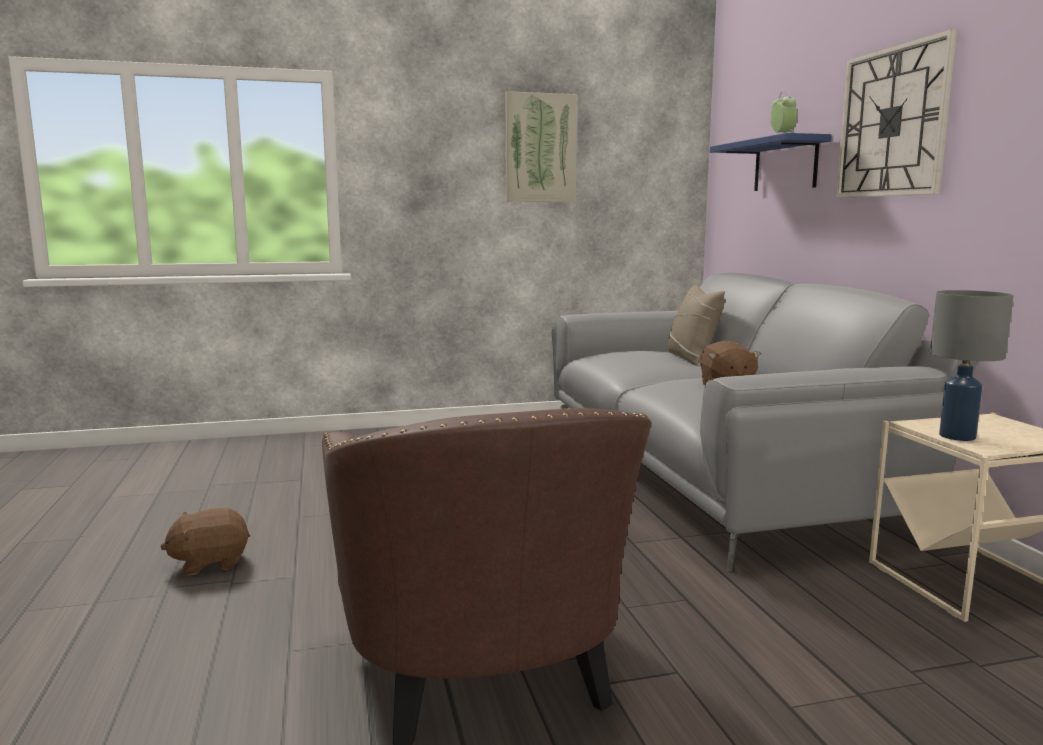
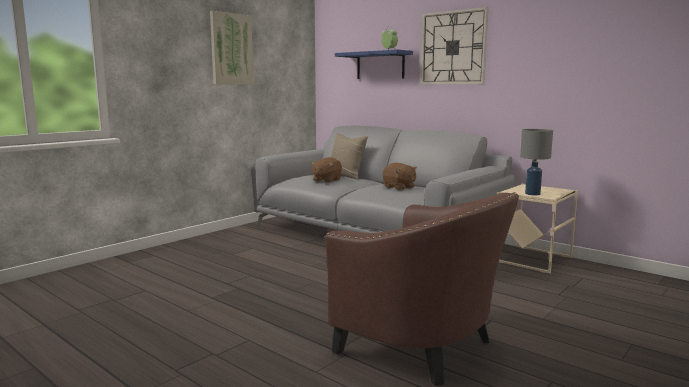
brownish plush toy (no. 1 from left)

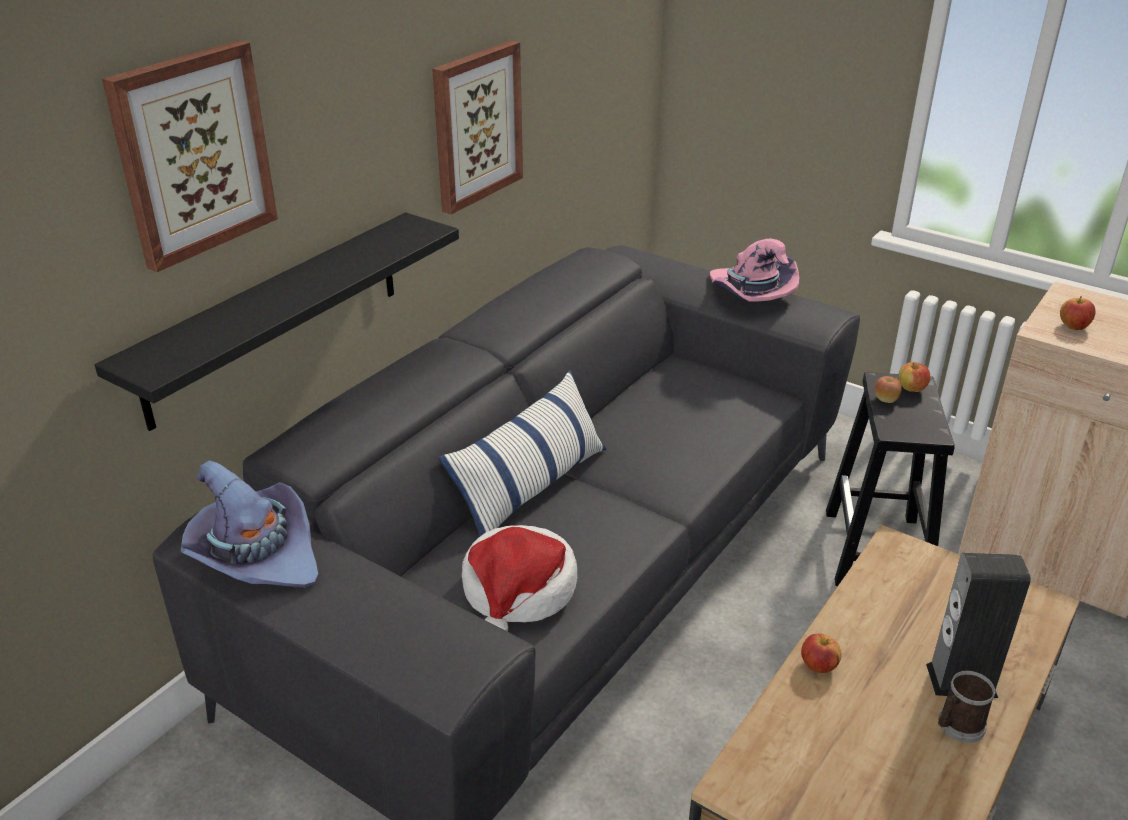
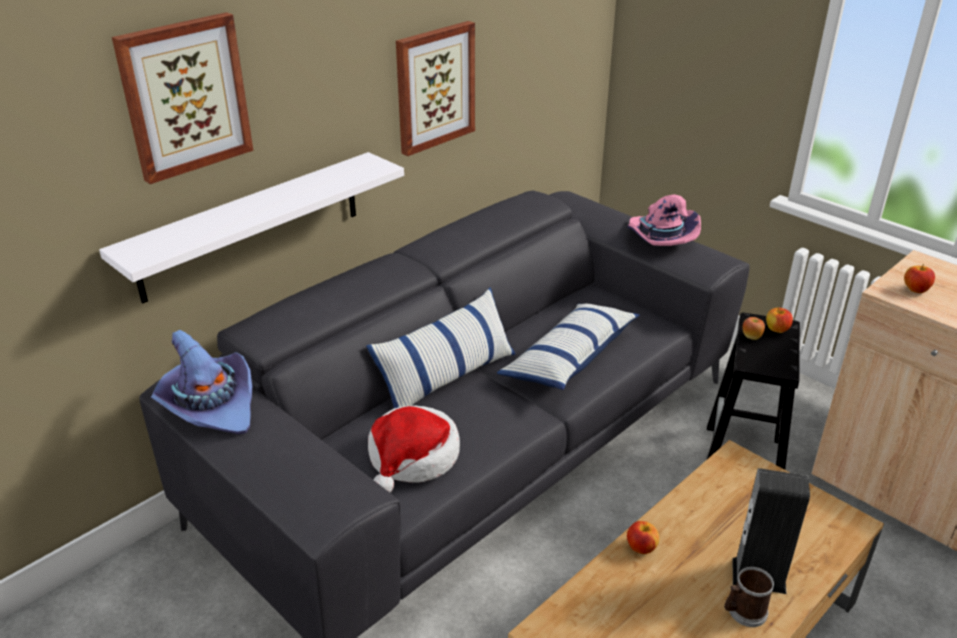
white bracket shelf; cushion (no. 2 from left)

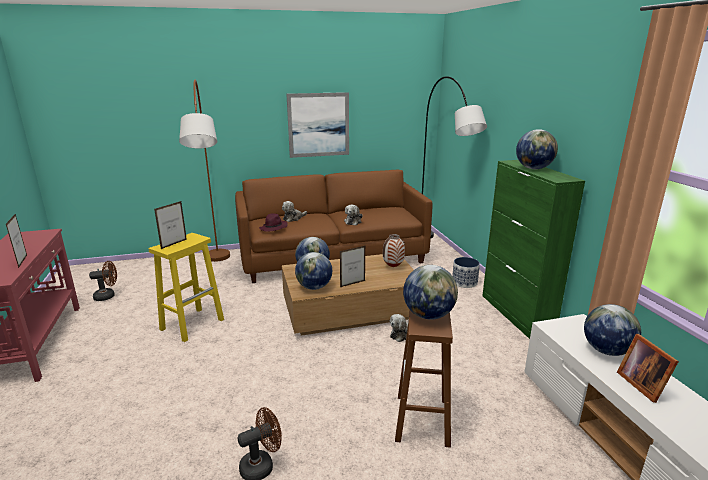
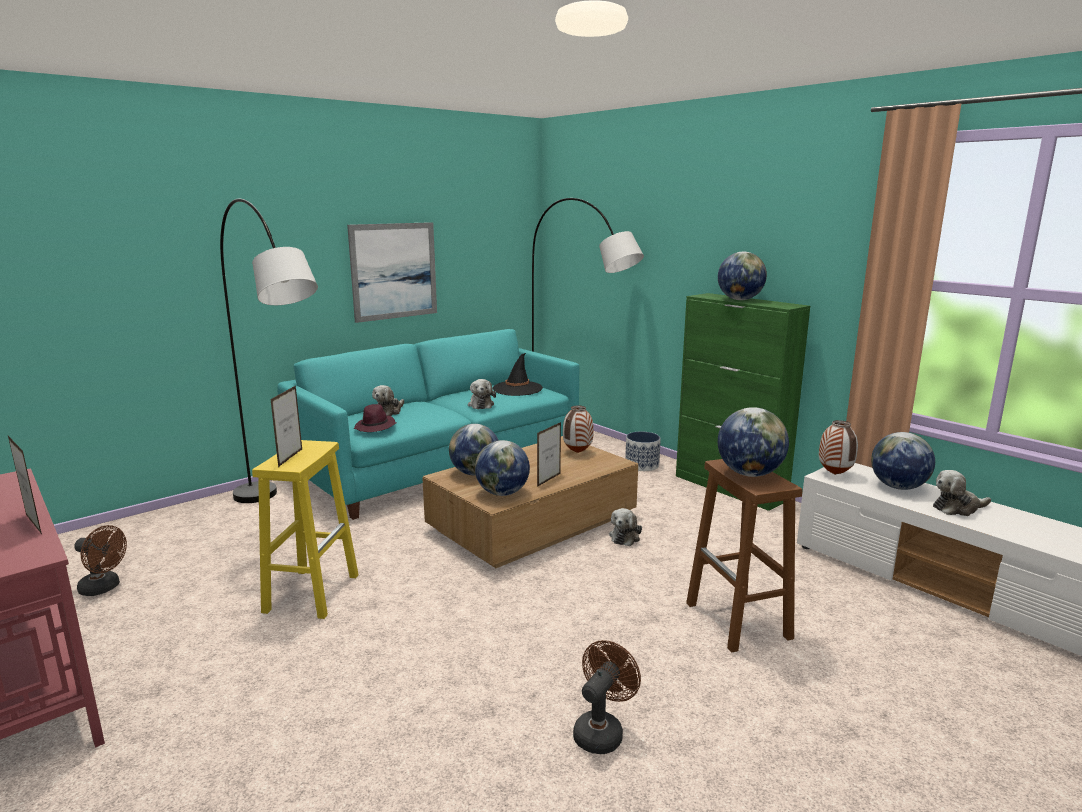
brownish fan (no. 1 from left); greyish floor lamp (no. 1 from left); turquoise-coloured sofa; plush toy (no. 4 from left); black-coloured clothing hat; decorative vase (no. 2 from left)

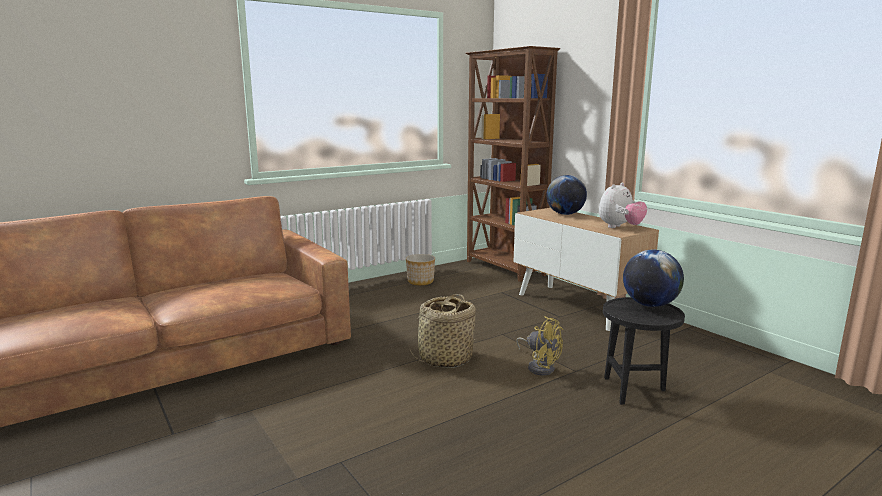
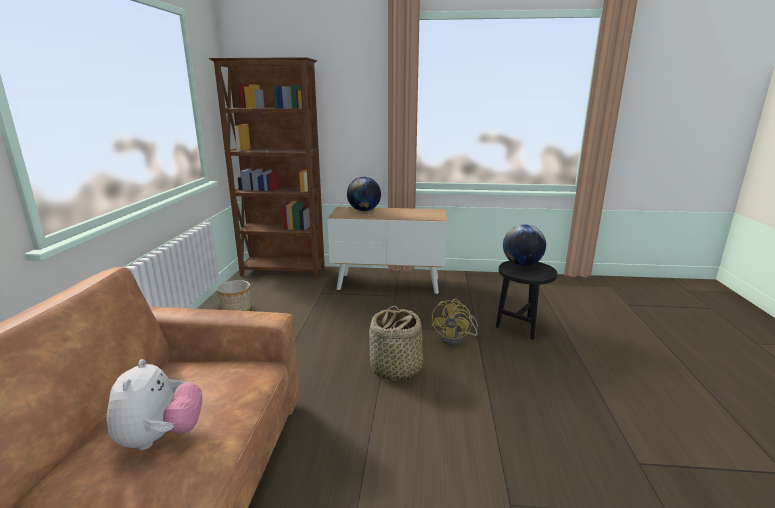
yellowish fan; plush toy

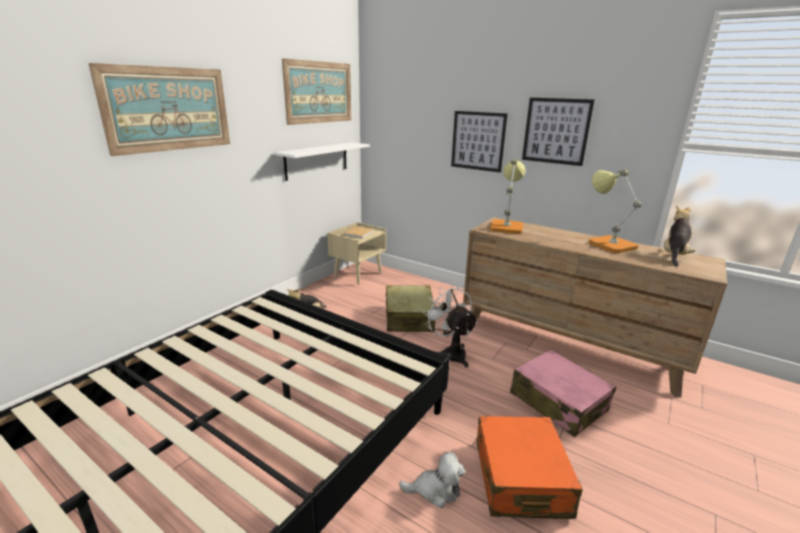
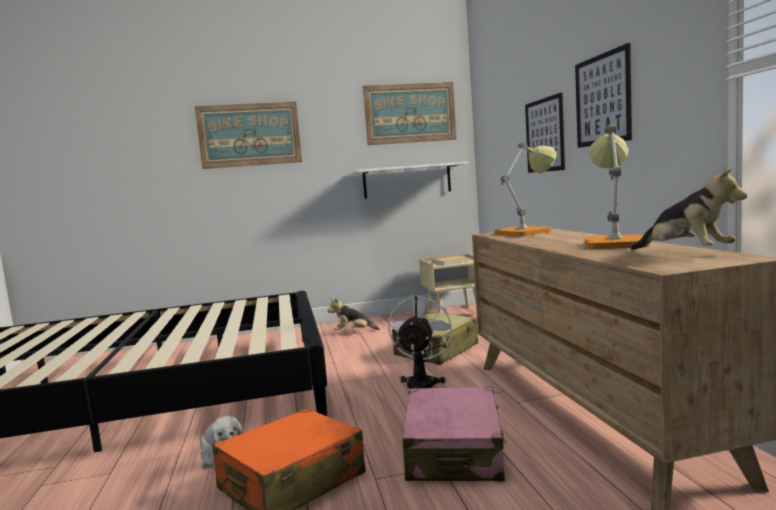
plush toy (no. 3 from left)

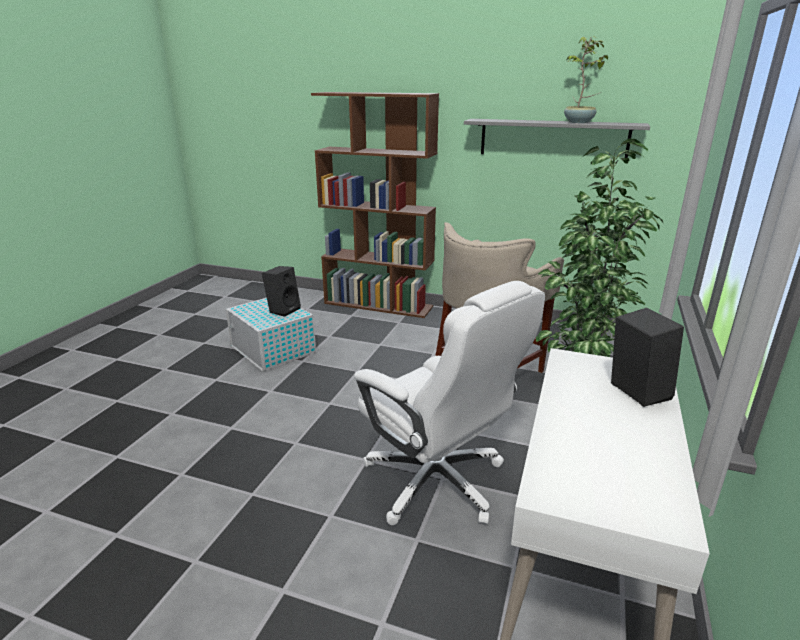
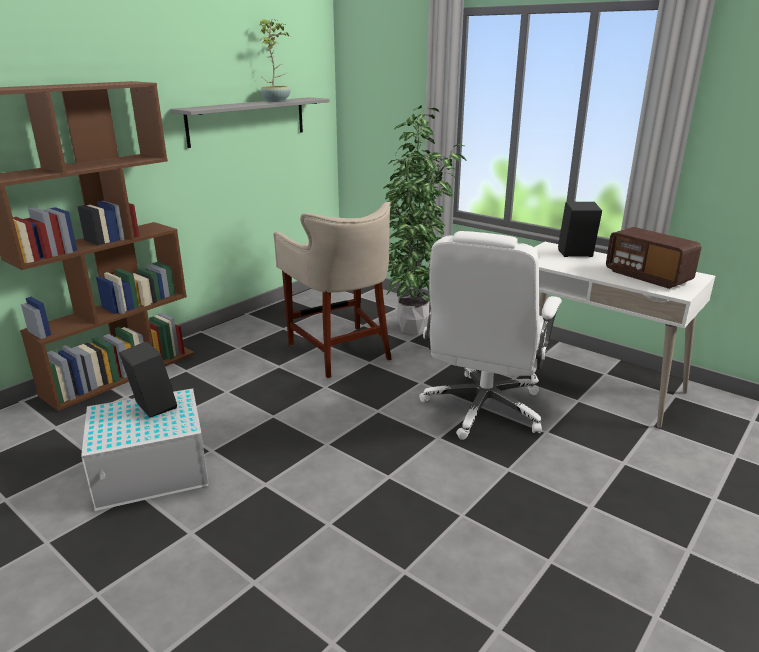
white computer chair; radio set

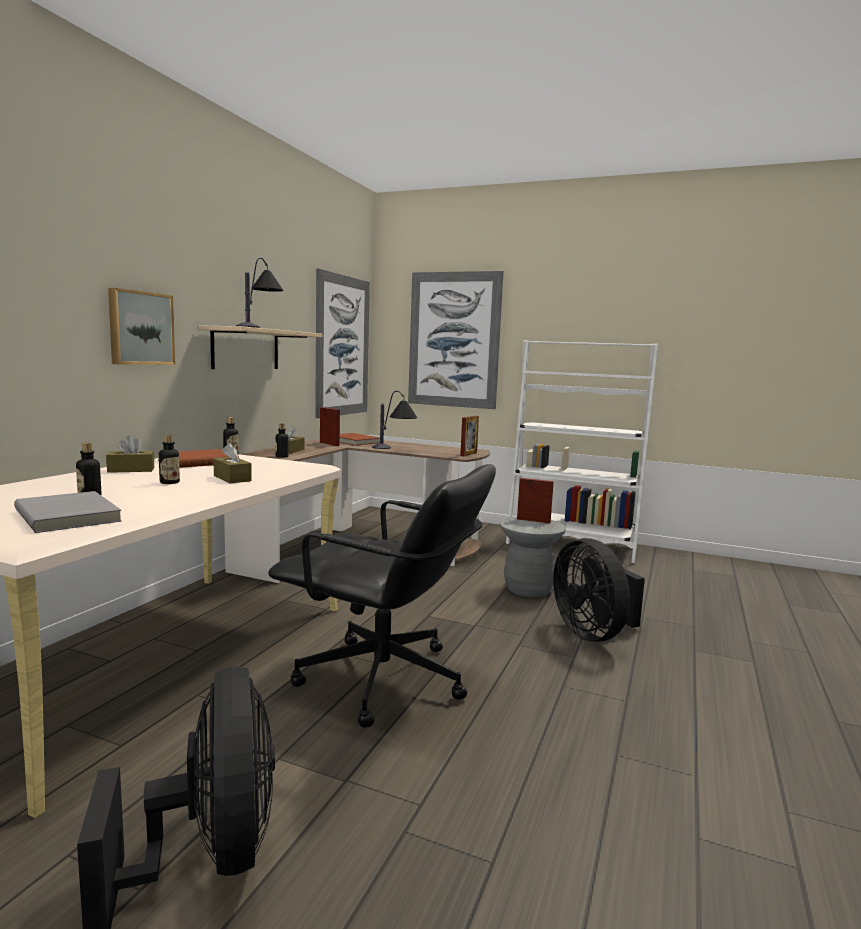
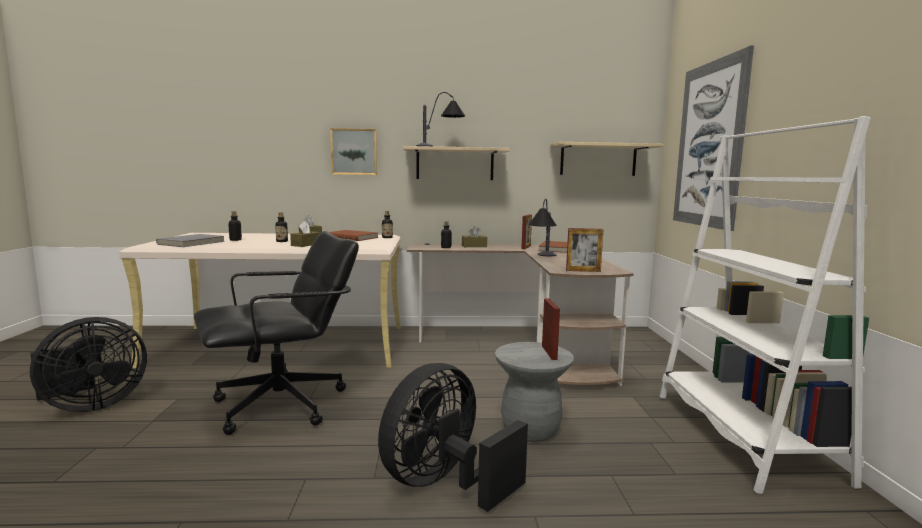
black-coloured computer chair; beige-coloured bracket shelf (no. 2 from left)

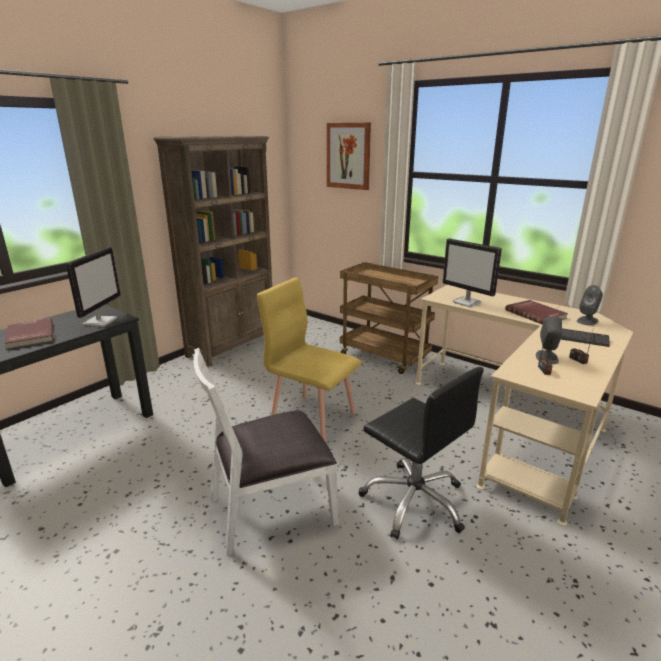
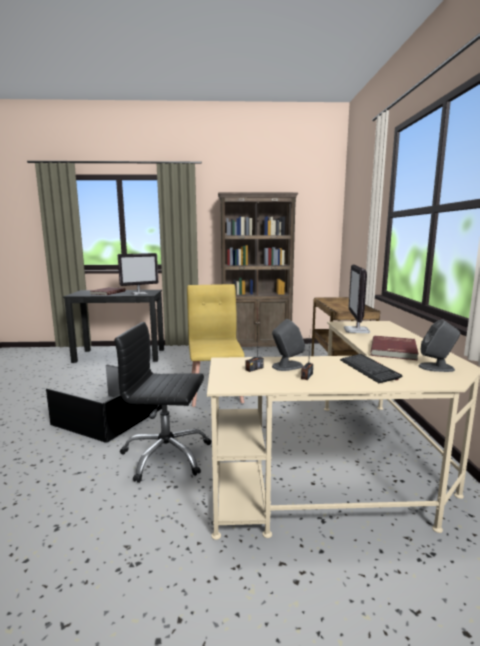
black-coloured storage container; picture; black-coloured computer chair

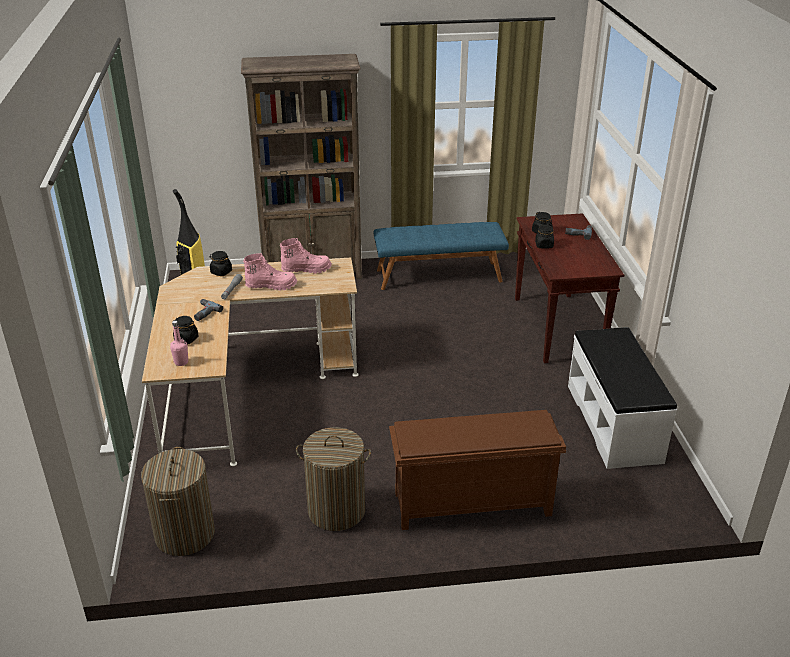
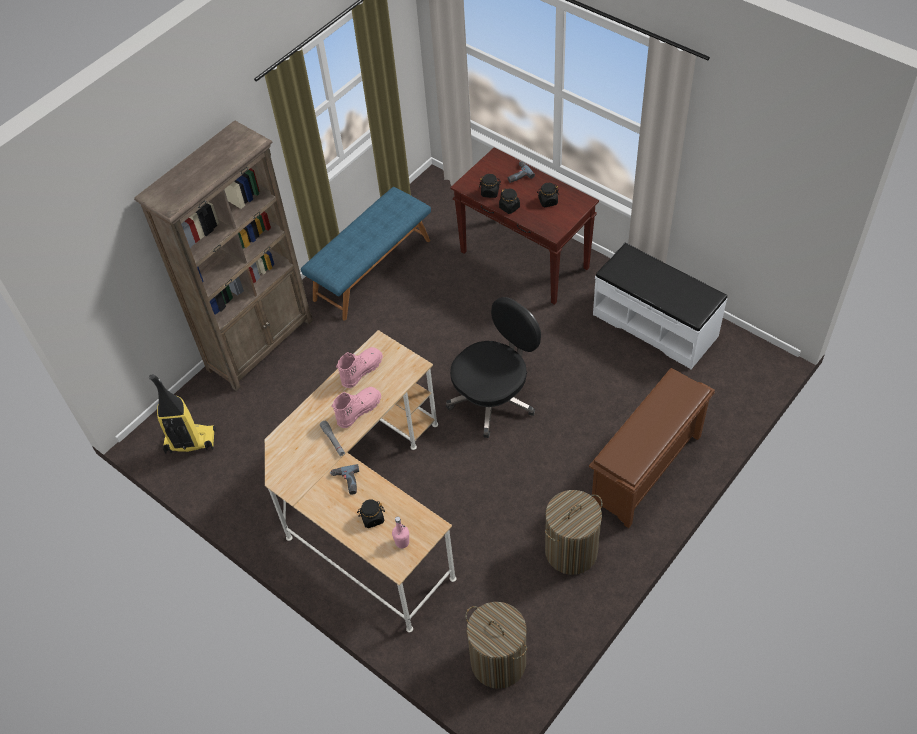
black-coloured jar (no. 4 from left); black-coloured computer chair

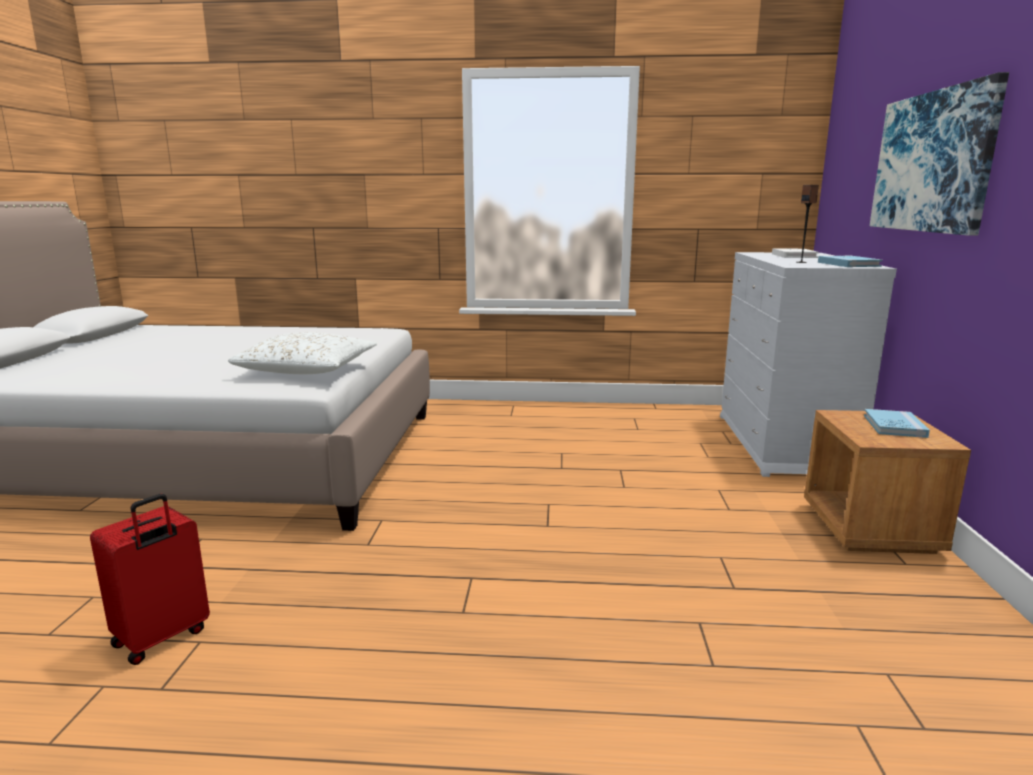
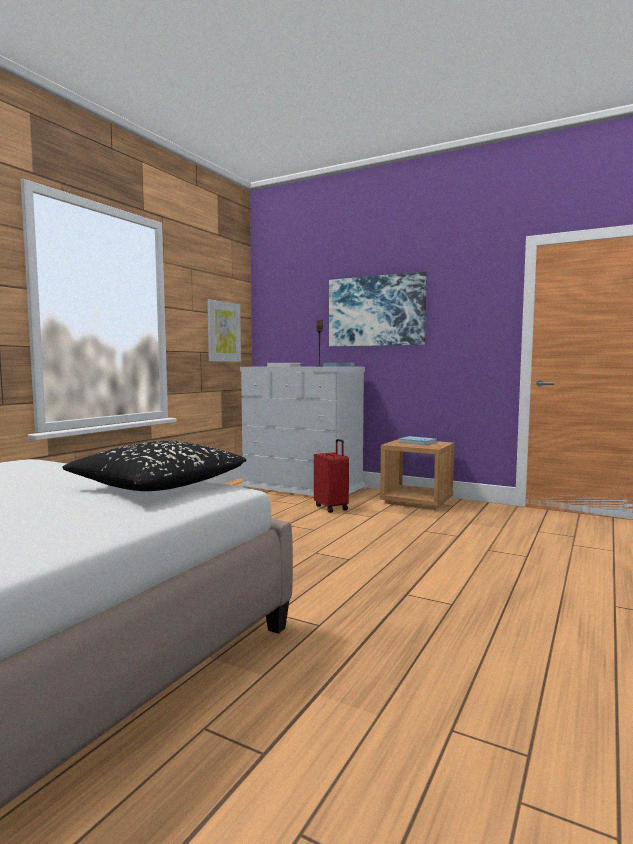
red-coloured travel case; black-coloured cushion; picture (no. 1 from left)

